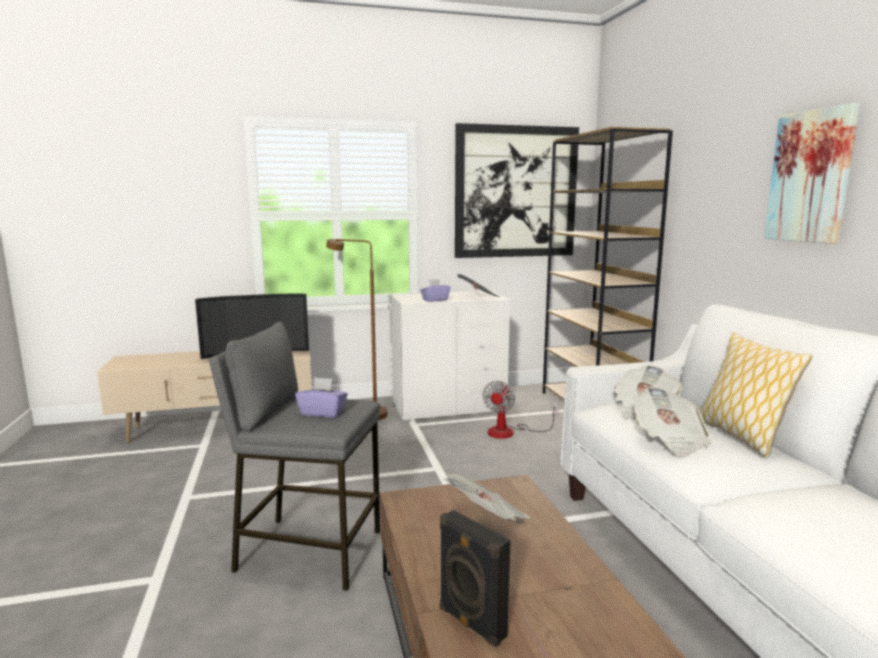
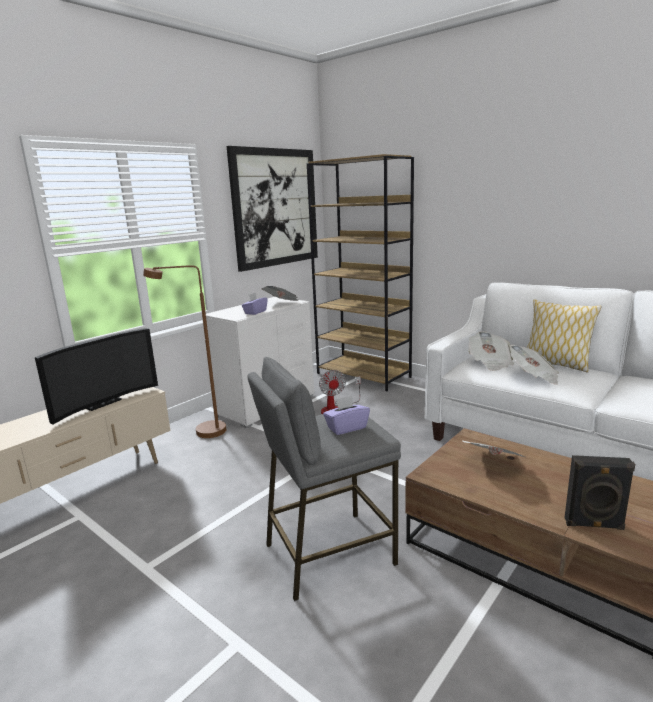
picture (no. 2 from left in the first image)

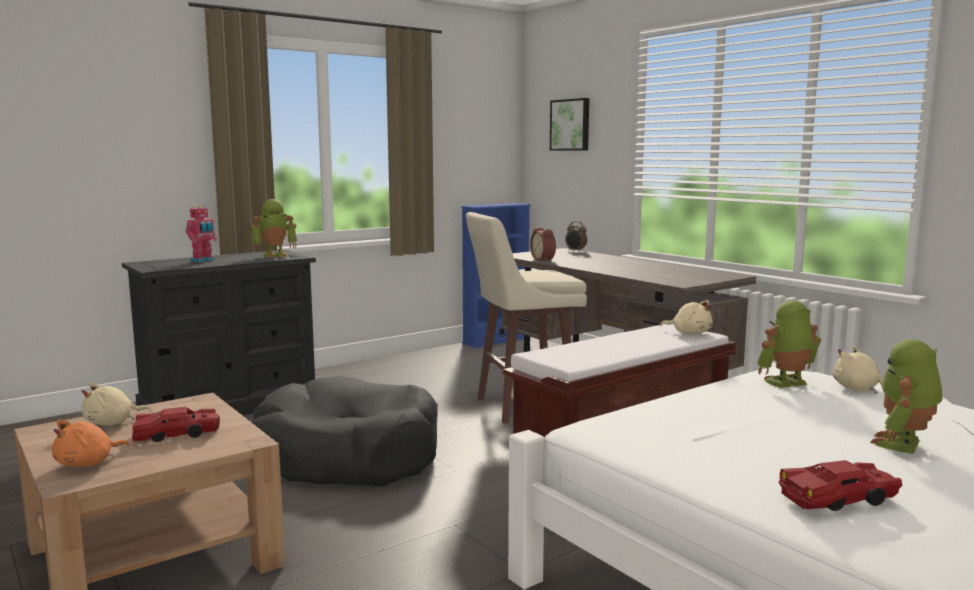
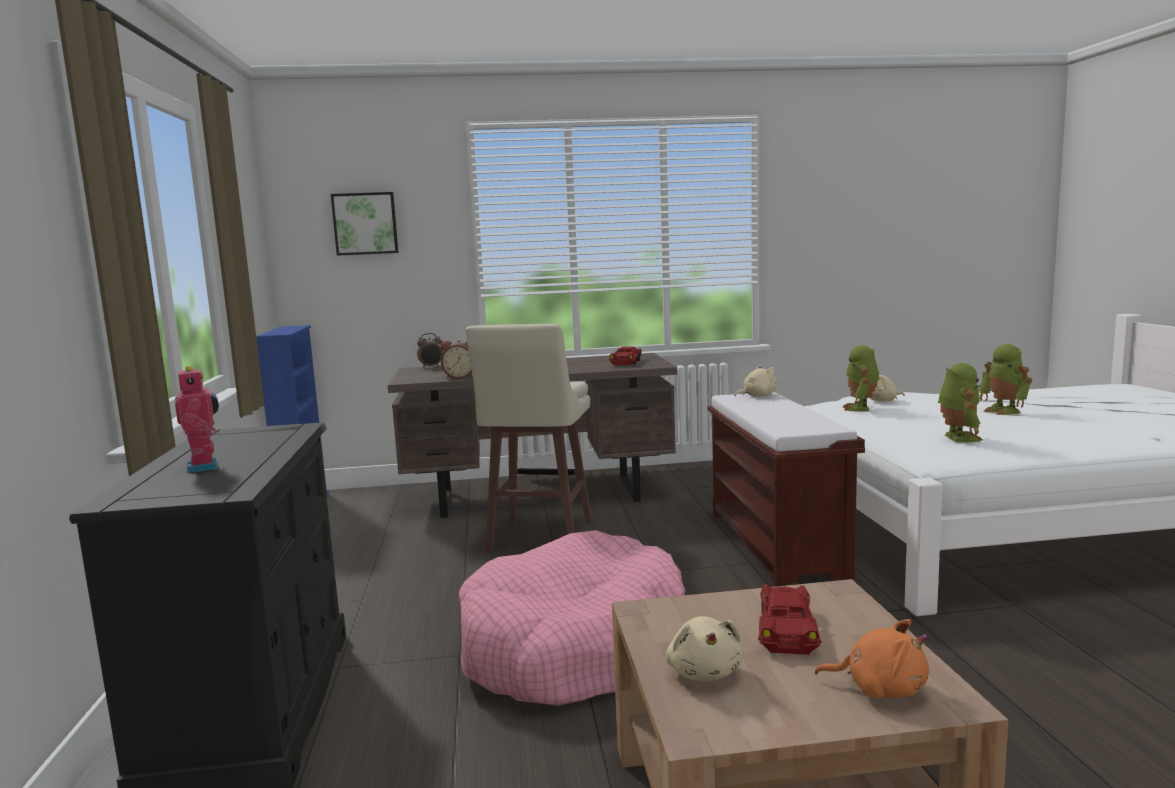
orange-coloured plush toy; toy robot (no. 3 from left); pink dog bed; red-coloured model car (no. 1 from left)

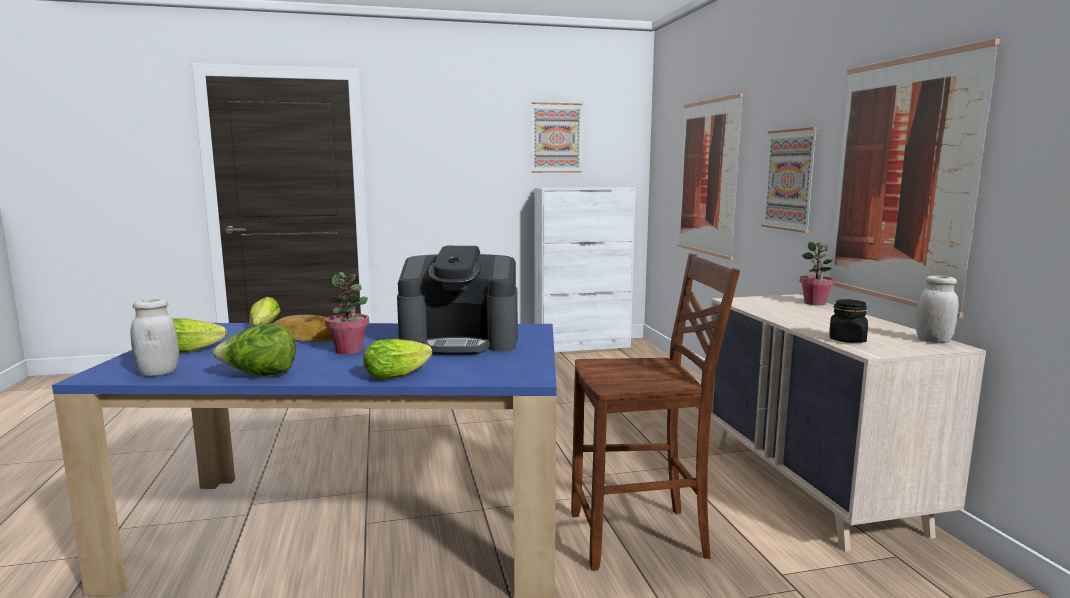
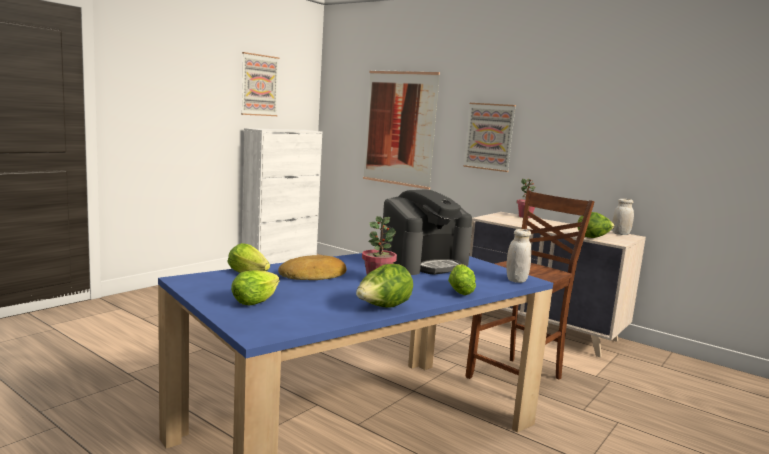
white jar (no. 1 from left); lettuce head (no. 5 from left); picture (no. 4 from left in the first image)

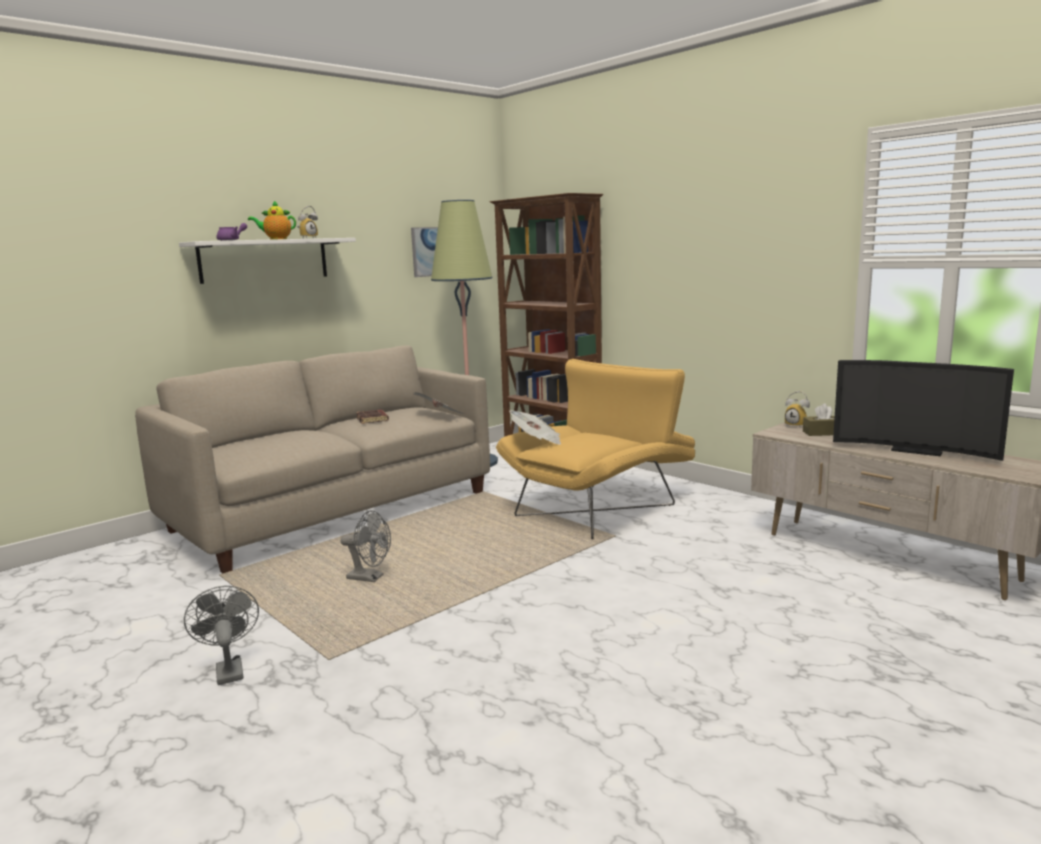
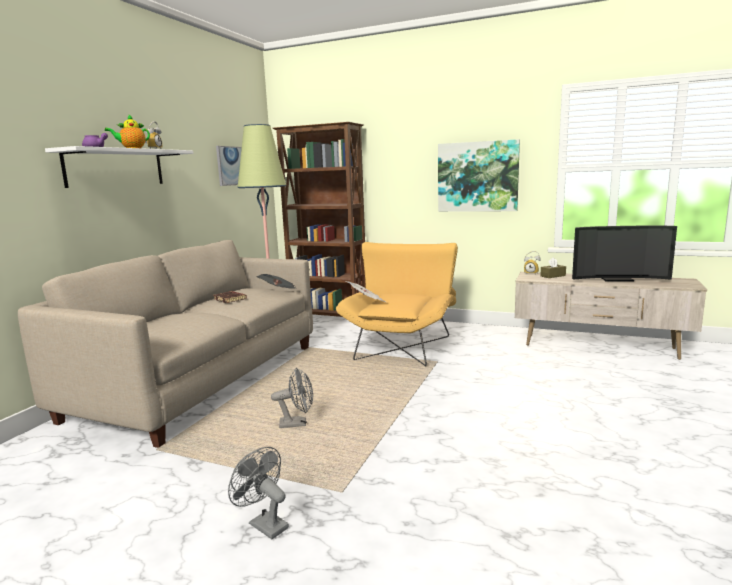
picture (no. 2 from left)

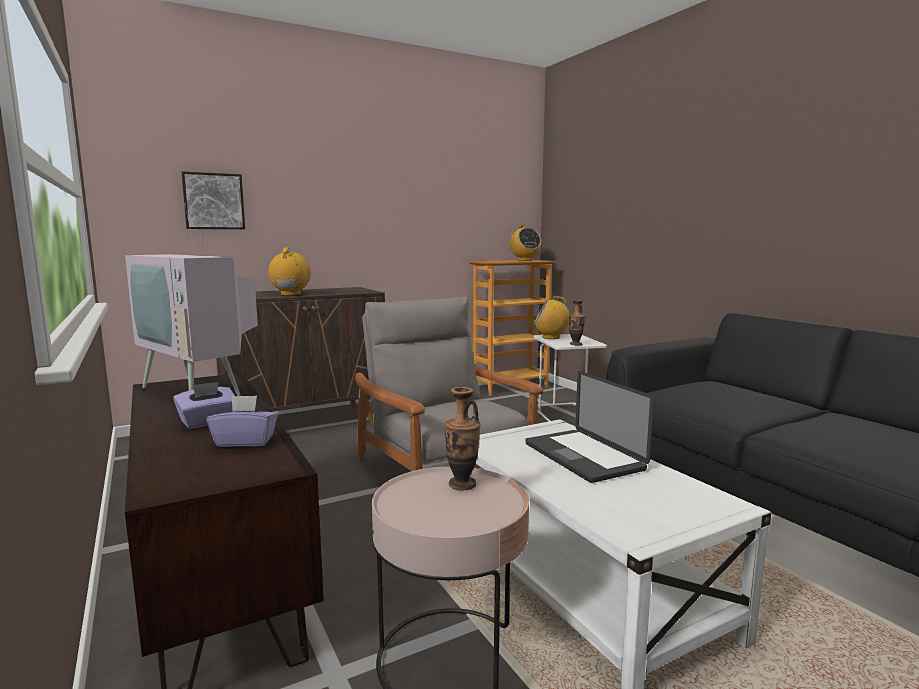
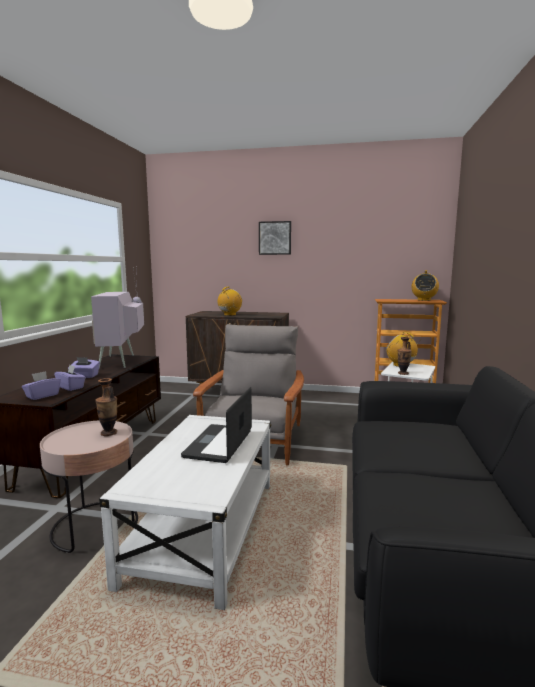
picture; purple tissue box (no. 1 from left)

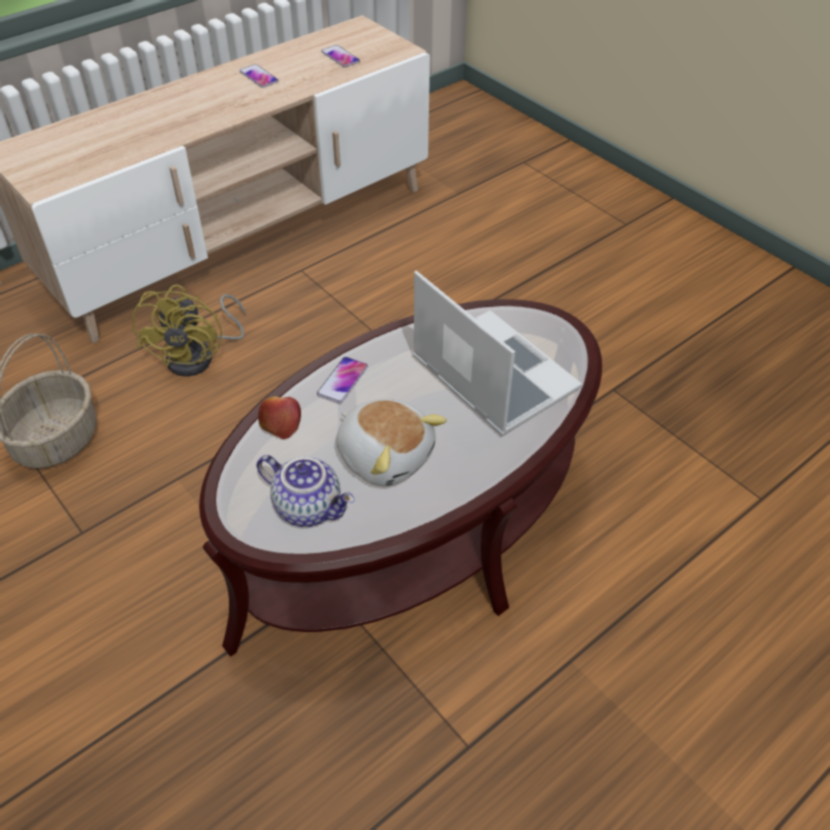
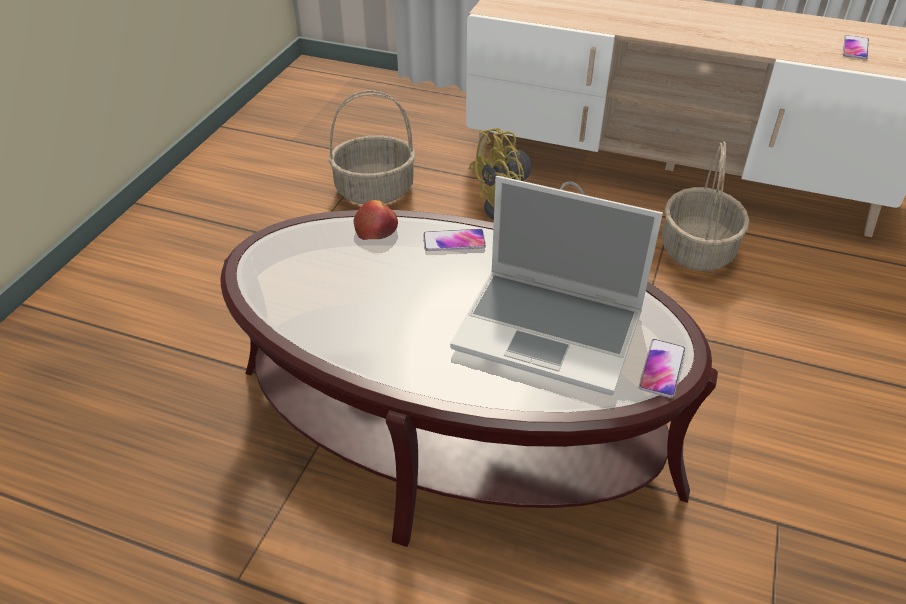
phone (no. 2 from left); teapot; plush toy; notebook computer; household basket (no. 2 from left)

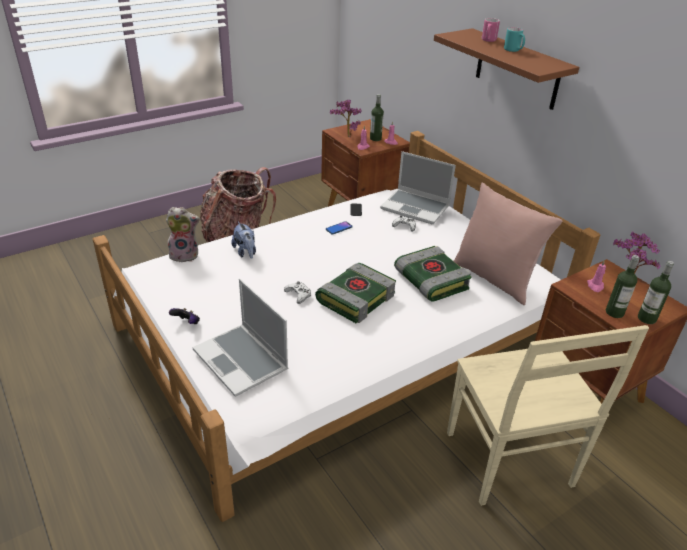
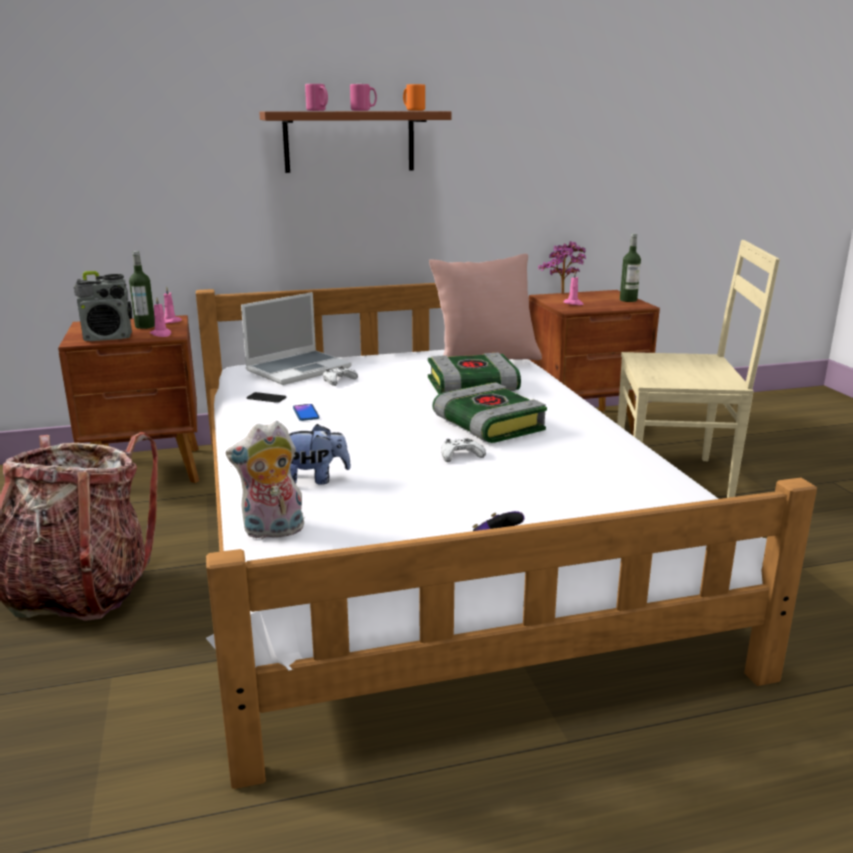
plush toy (no. 1 from left); notebook computer (no. 1 from left in the first image); radio set; pink mug (no. 2 from left); beverage bottle (no. 2 from left in the first image); orange-coloured mug

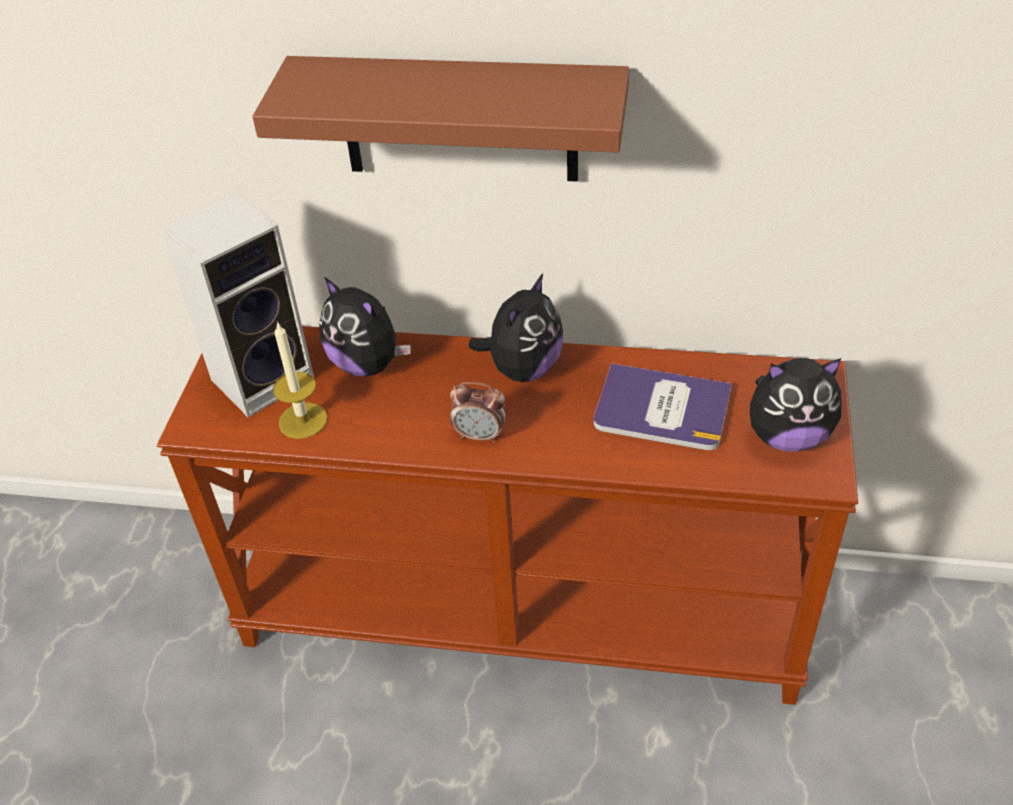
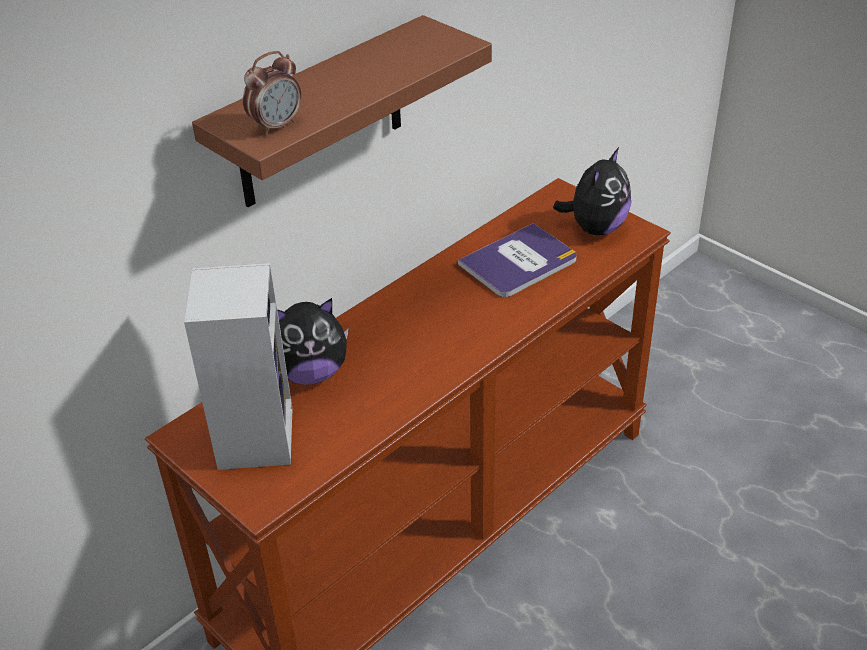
candle; table clock; plush toy (no. 2 from left in the first image)

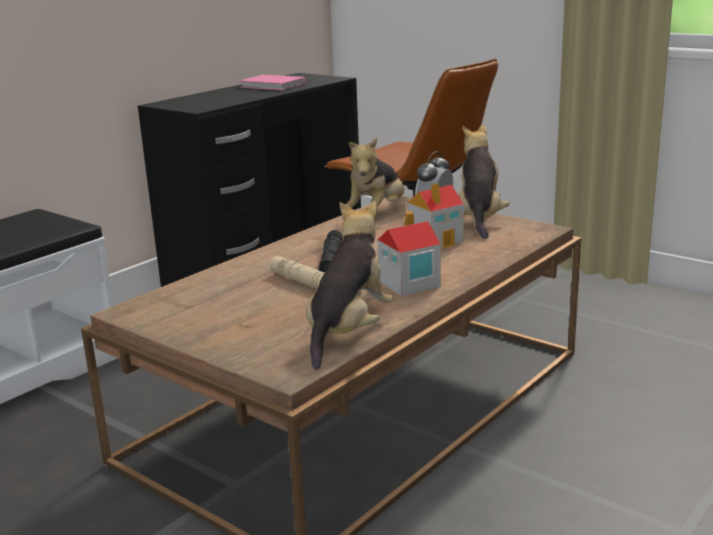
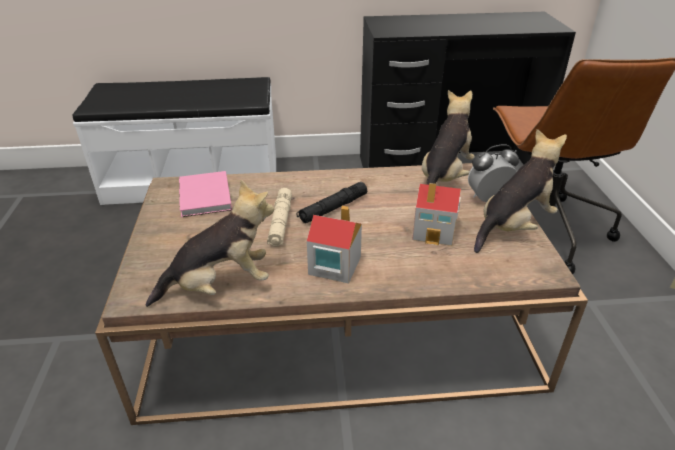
pink volume; plush toy (no. 2 from left)

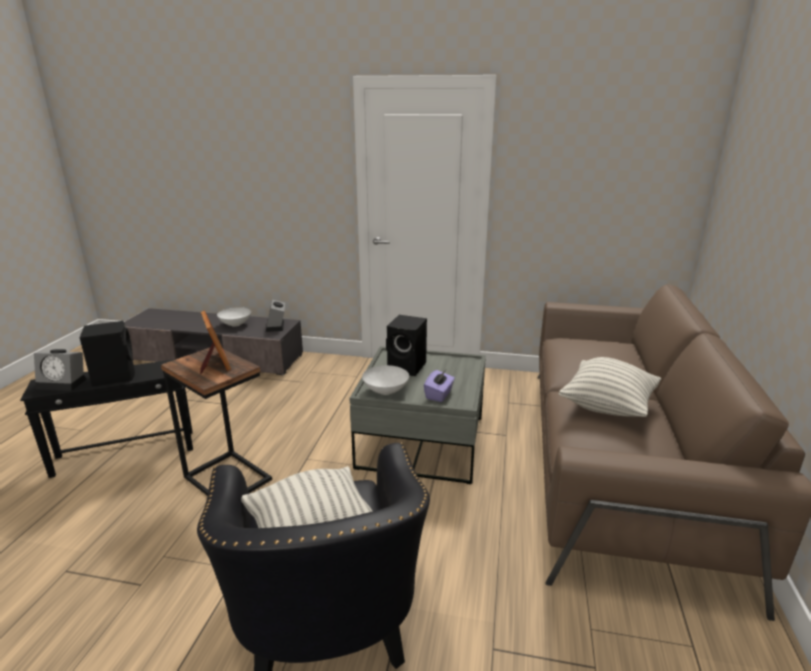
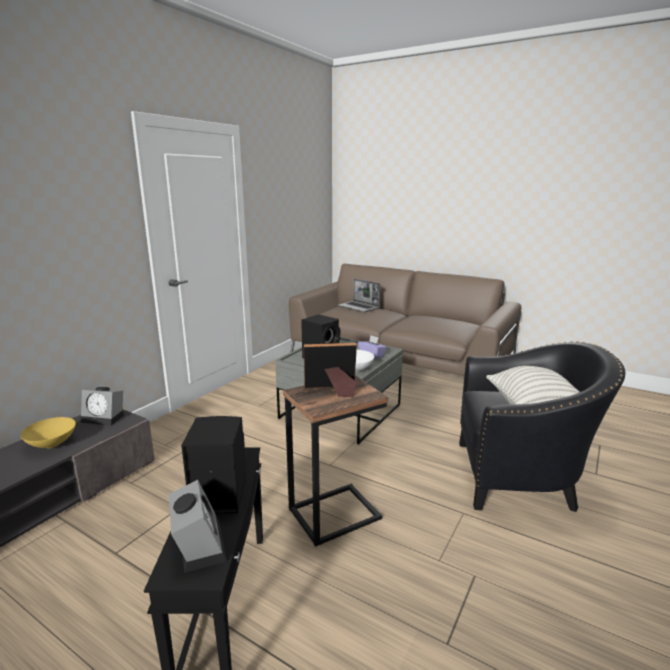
table clock (no. 2 from left); yellowish deep dish; cushion (no. 2 from left in the first image); notebook computer

